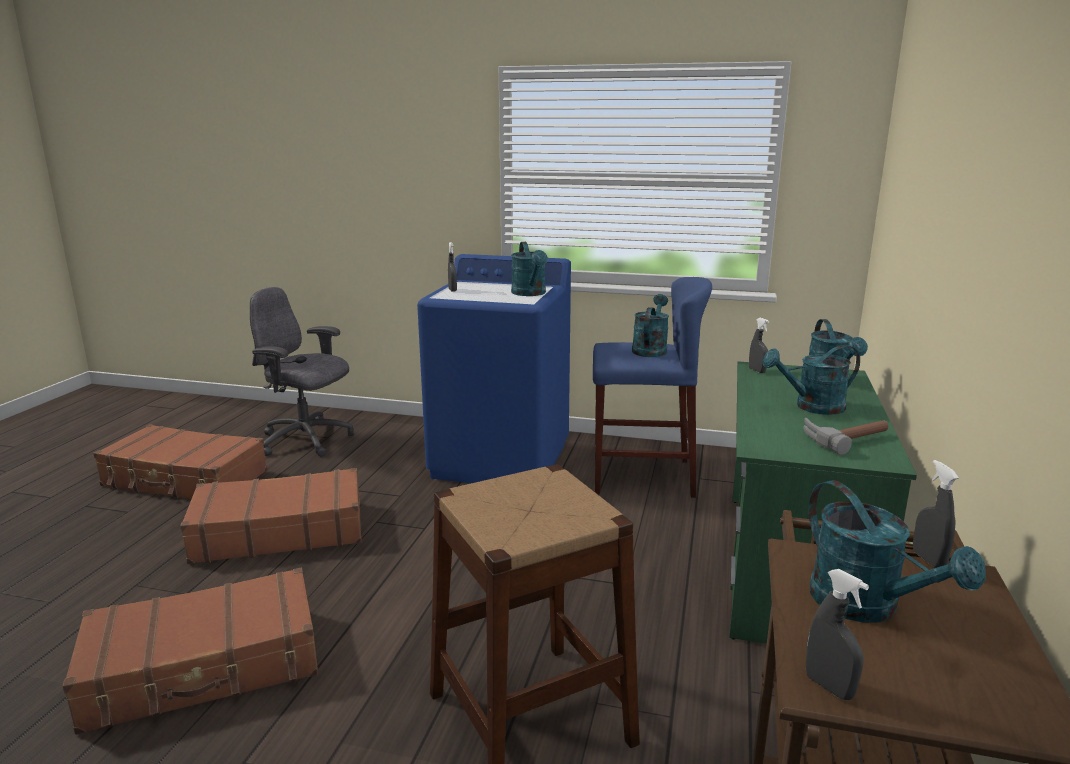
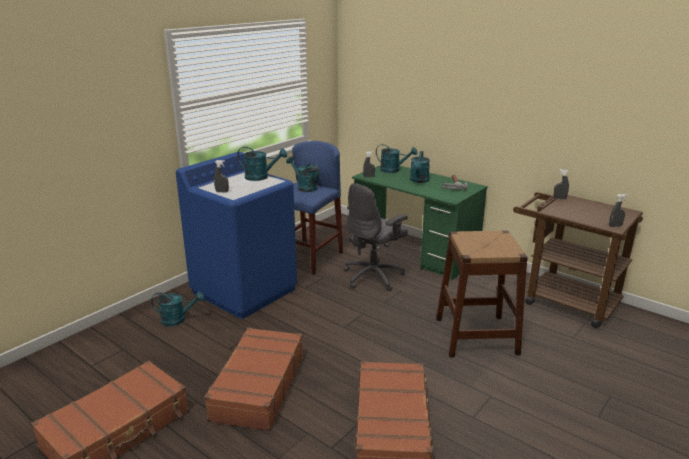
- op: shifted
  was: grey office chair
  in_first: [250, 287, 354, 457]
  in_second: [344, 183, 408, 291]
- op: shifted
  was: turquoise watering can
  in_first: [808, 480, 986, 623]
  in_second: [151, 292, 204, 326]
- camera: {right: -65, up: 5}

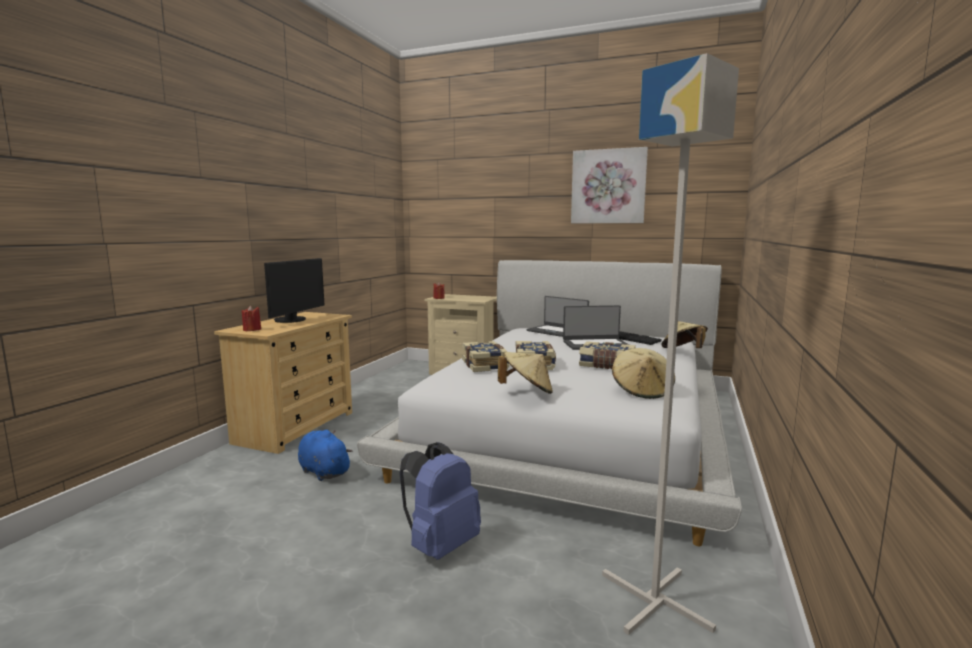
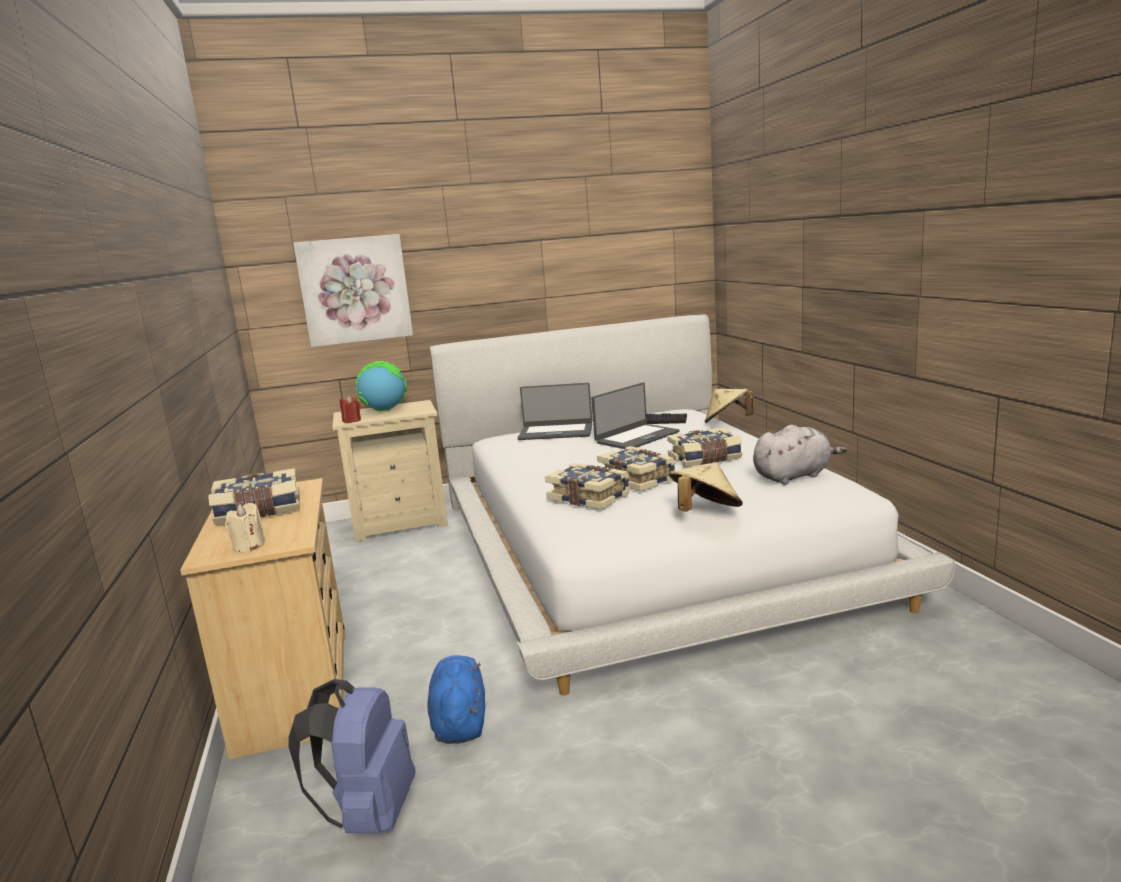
- op: gone
  was: grey floor lamp
  in_first: [602, 53, 739, 635]
- op: new
  now: globe
  in_second: [356, 361, 407, 411]
- op: shifted
  was: blue backpack
  in_first: [399, 442, 481, 560]
  in_second: [288, 679, 416, 834]
- op: shifted
  was: picture
  in_first: [571, 147, 648, 223]
  in_second: [293, 234, 413, 347]
- op: swapped
  was: monitor
  now: book
  in_first: [264, 258, 324, 323]
  in_second: [208, 468, 300, 525]
- op: swapped
  was: beige hat
  now: grey plush toy
  in_first: [612, 348, 675, 399]
  in_second: [753, 425, 847, 485]
- op: repainted
  was: red candle
  now: beige candle
  in_first: [242, 305, 261, 331]
  in_second: [225, 503, 266, 552]
- op: rotated
  was: blue plush toy
  in_first: [298, 430, 353, 481]
  in_second: [427, 655, 485, 744]
  clockwise: 75
- camera: {right: -35, up: 5}

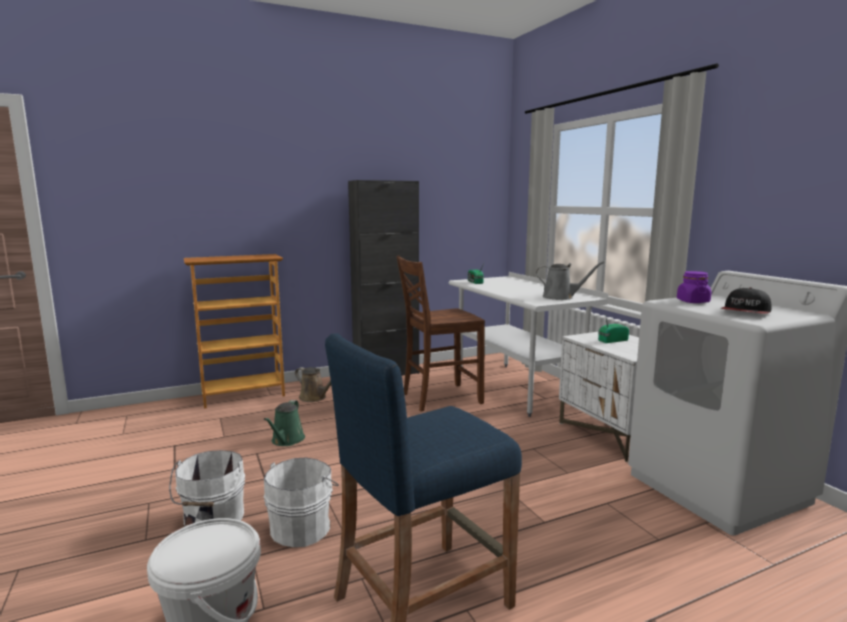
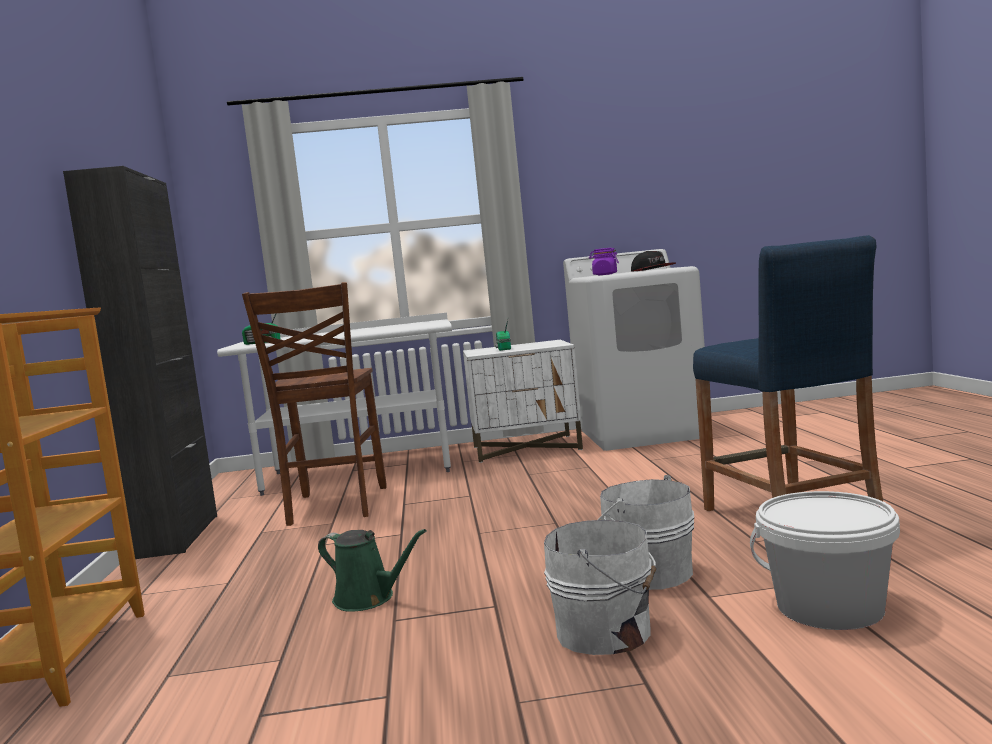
- op: gone
  was: brown watering can
  in_first: [295, 367, 331, 402]
- op: gone
  was: grey watering can
  in_first: [536, 261, 604, 300]
- camera: {right: -70, up: -5}

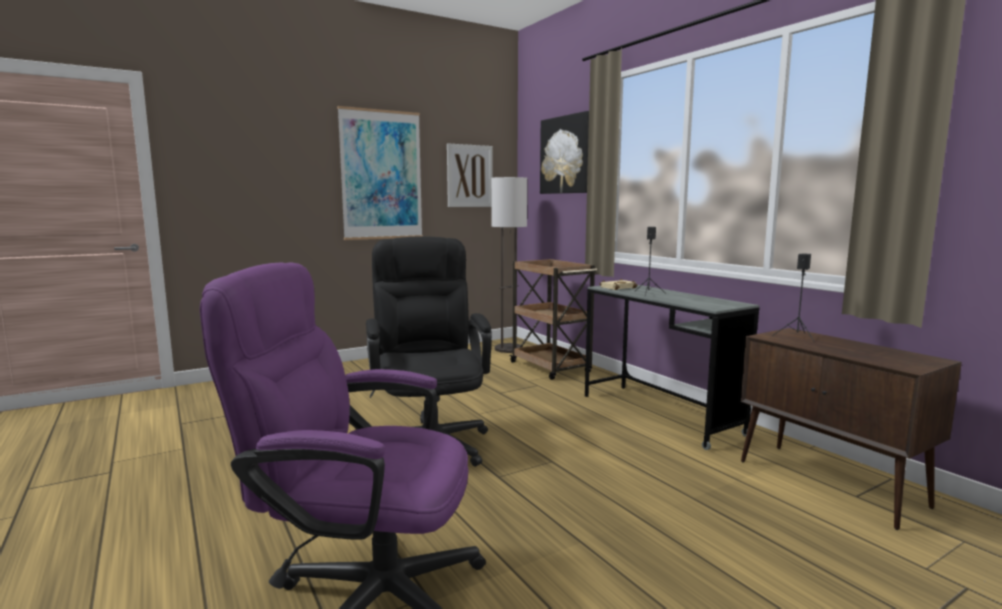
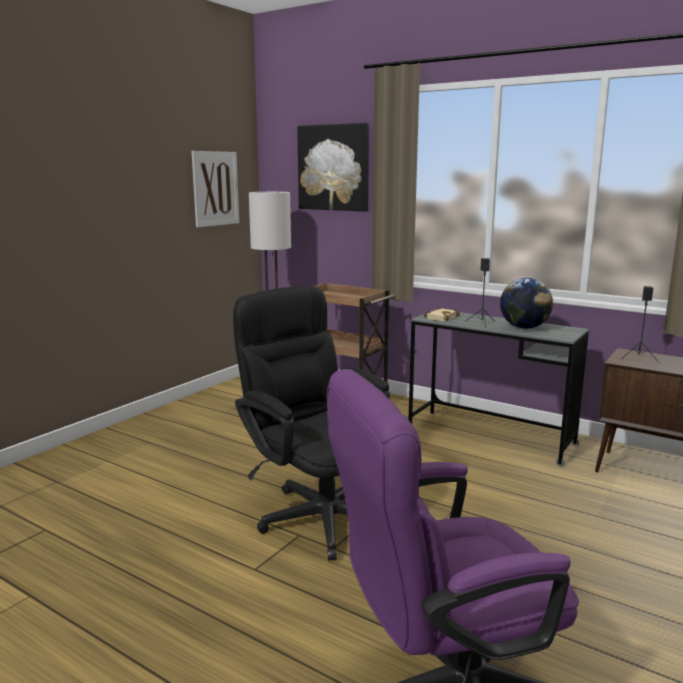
- op: gone
  was: picture
  in_first: [337, 106, 423, 240]
- op: new
  now: globe
  in_second: [500, 278, 553, 329]
- camera: {right: -25, up: 5}

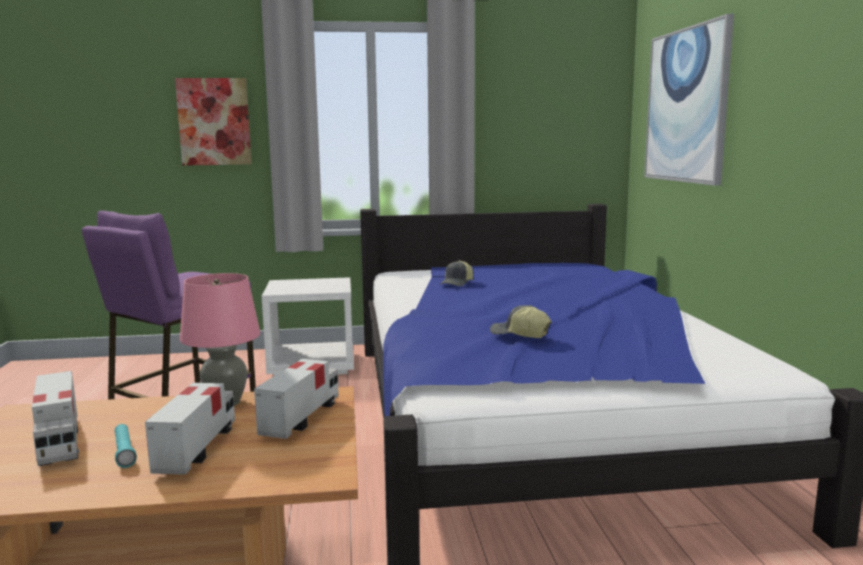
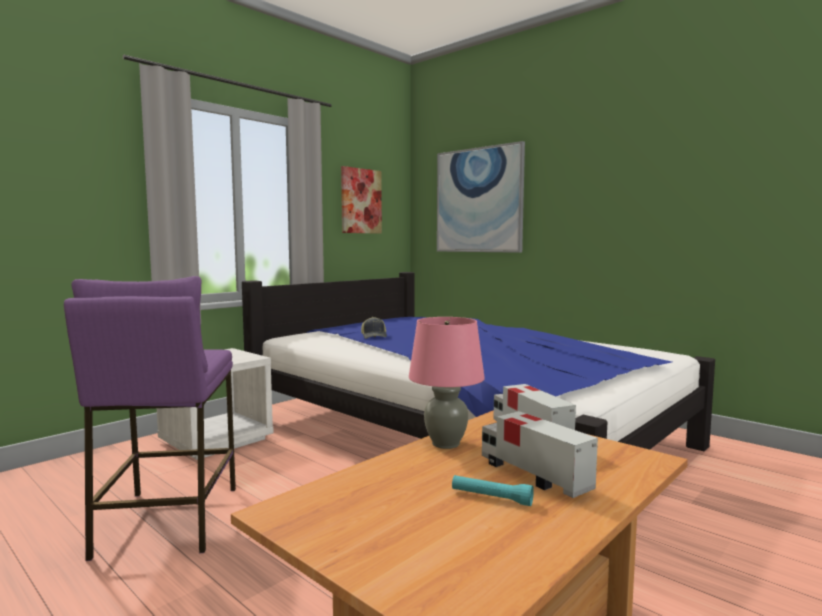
- op: gone
  was: toy truck
  in_first: [32, 371, 79, 466]
- op: gone
  was: cap
  in_first: [490, 305, 551, 338]
- op: shifted
  was: picture
  in_first: [175, 78, 252, 166]
  in_second: [341, 166, 382, 234]
- camera: {right: -40, up: -5}

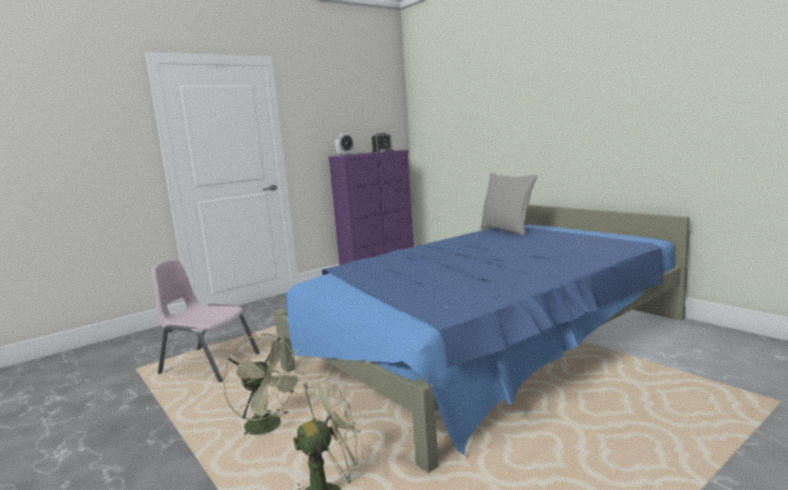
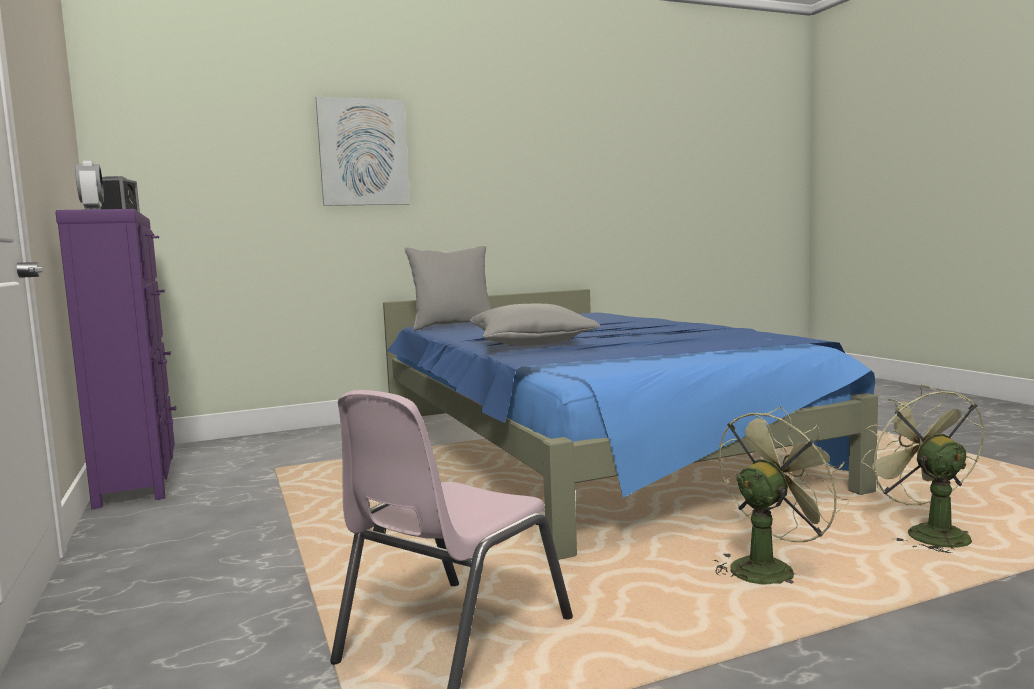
- op: new
  now: picture
  in_second: [316, 97, 410, 206]
- op: new
  now: grey pillow
  in_second: [470, 304, 600, 346]
- camera: {right: -75, up: -5}

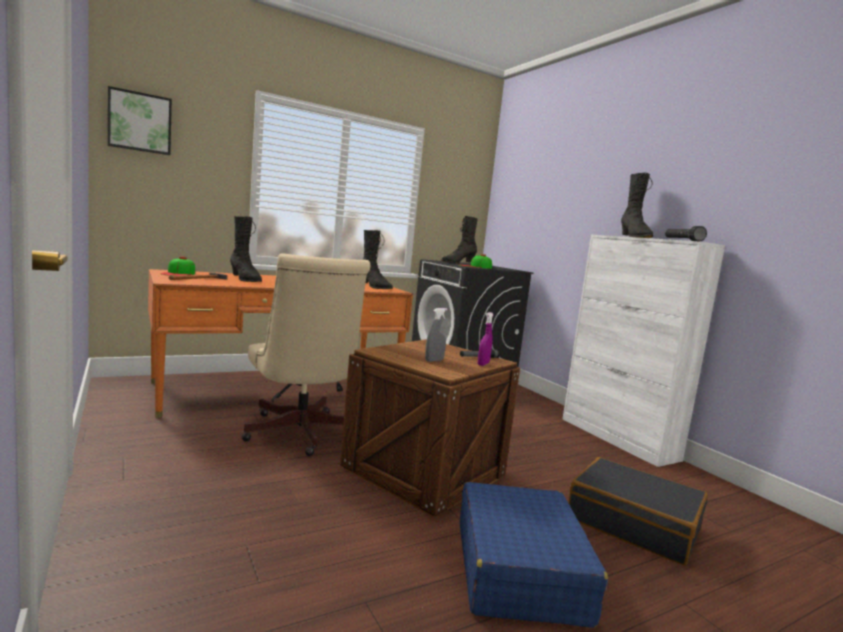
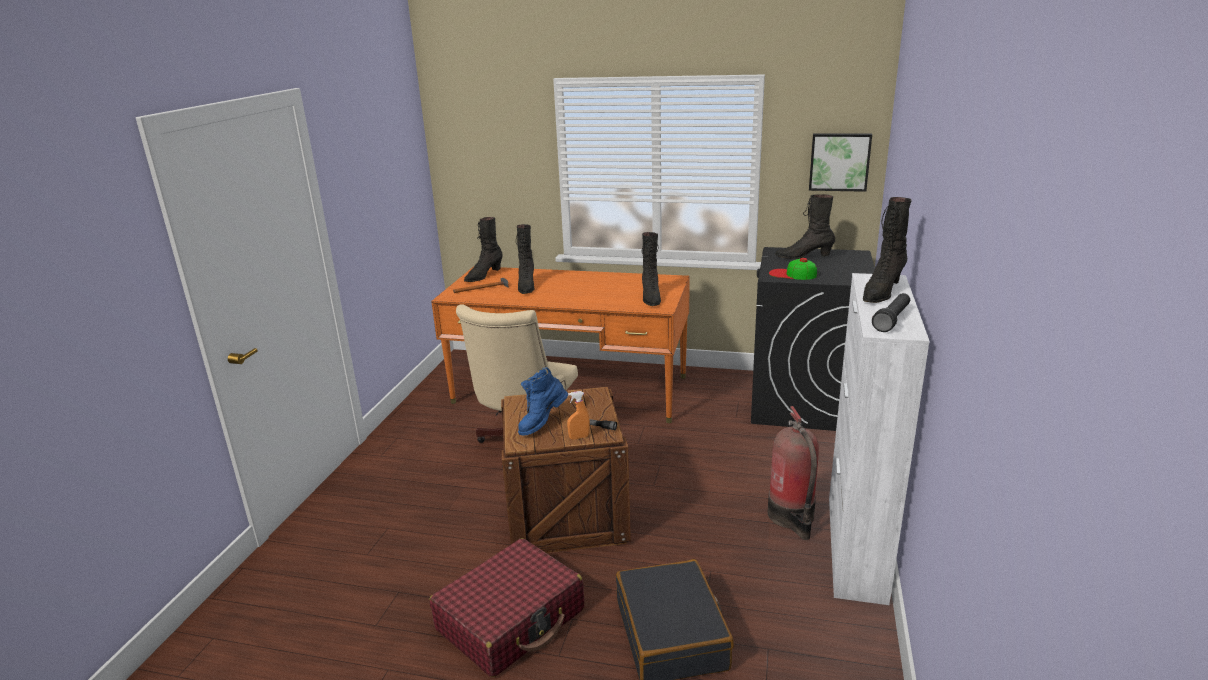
- op: new
  now: fire extinguisher
  in_second: [768, 406, 819, 540]
- op: shifted
  was: picture
  in_first: [108, 86, 172, 155]
  in_second: [809, 133, 872, 192]
- op: swapped
  was: cap
  now: black boot
  in_first: [160, 257, 195, 276]
  in_second: [464, 217, 503, 282]
- op: swapped
  was: grey spray bottle
  now: blue boot
  in_first: [425, 308, 448, 362]
  in_second: [518, 367, 568, 435]
- op: repainted
  was: blue suitcase
  now: red suitcase
  in_first: [460, 482, 608, 628]
  in_second: [429, 538, 584, 677]
- op: repainted
  was: purple spray bottle
  now: orange spray bottle
  in_first: [478, 312, 493, 366]
  in_second: [567, 391, 590, 440]
- camera: {right: 45, up: 15}

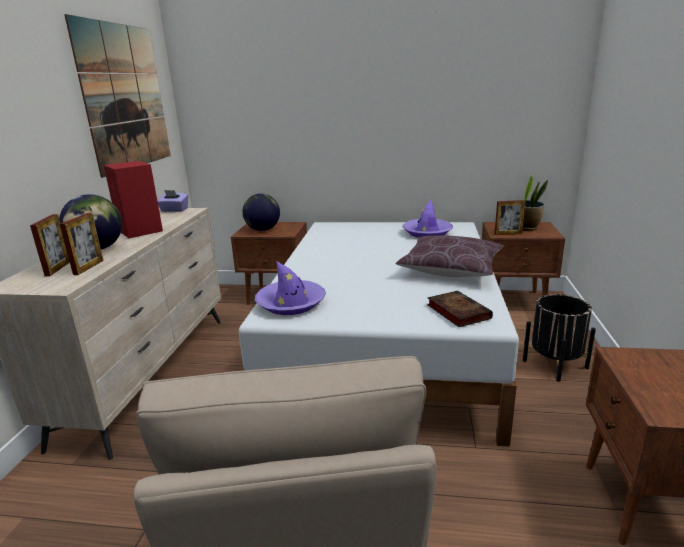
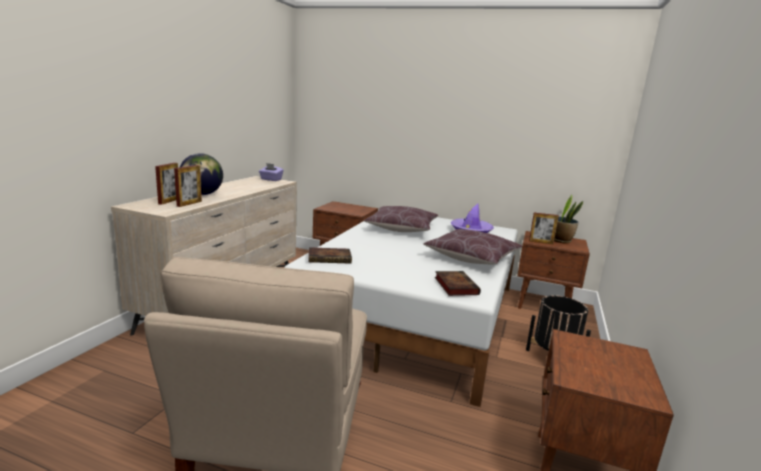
- op: gone
  was: picture
  in_first: [64, 14, 171, 178]
- op: gone
  was: red speaker
  in_first: [104, 161, 163, 238]
- op: gone
  was: globe
  in_first: [242, 193, 280, 231]
- op: new
  now: brown pillow
  in_second: [364, 206, 438, 232]
- op: swapped
  was: purple hat
  now: book
  in_first: [255, 261, 326, 315]
  in_second: [308, 247, 352, 264]
- camera: {right: 10, up: -5}

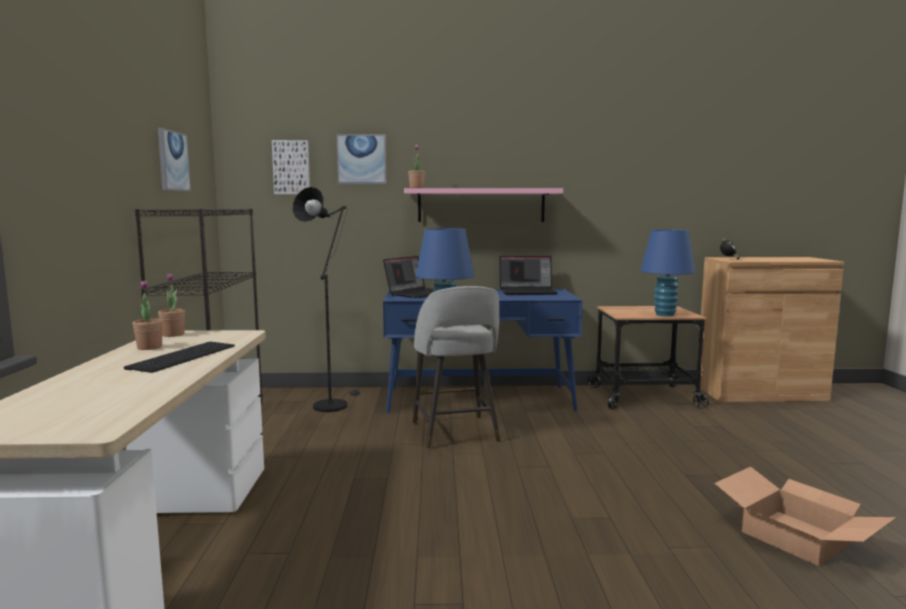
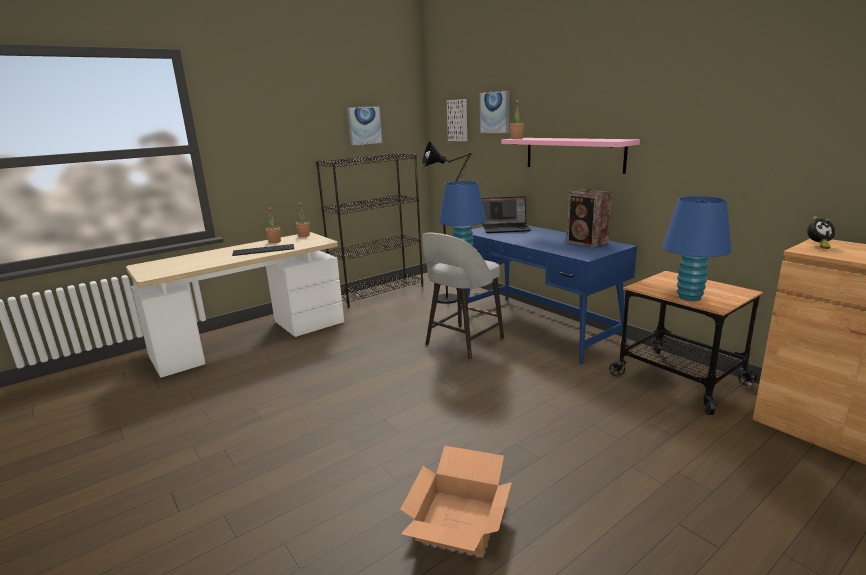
- op: swapped
  was: laptop
  now: speaker
  in_first: [499, 256, 558, 295]
  in_second: [567, 189, 612, 248]
- camera: {right: 55, up: 10}

